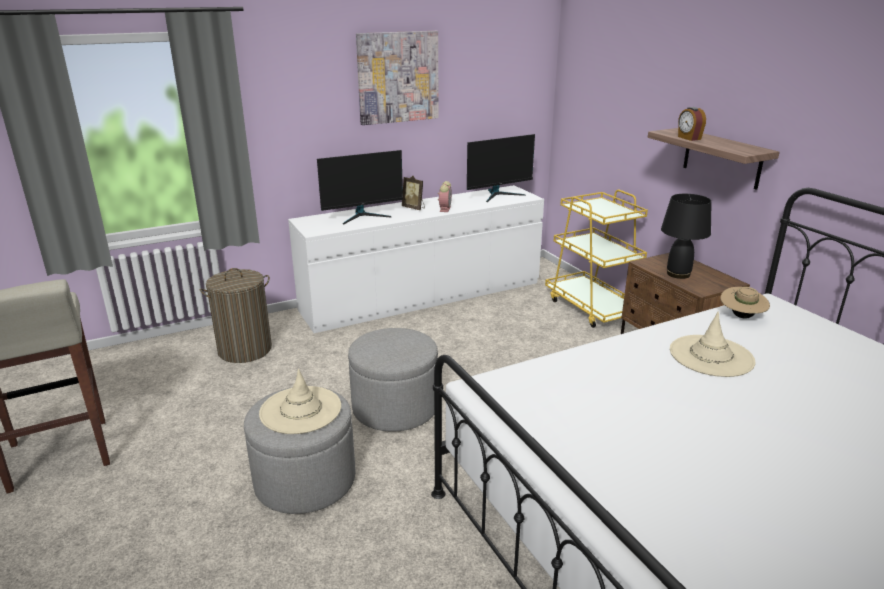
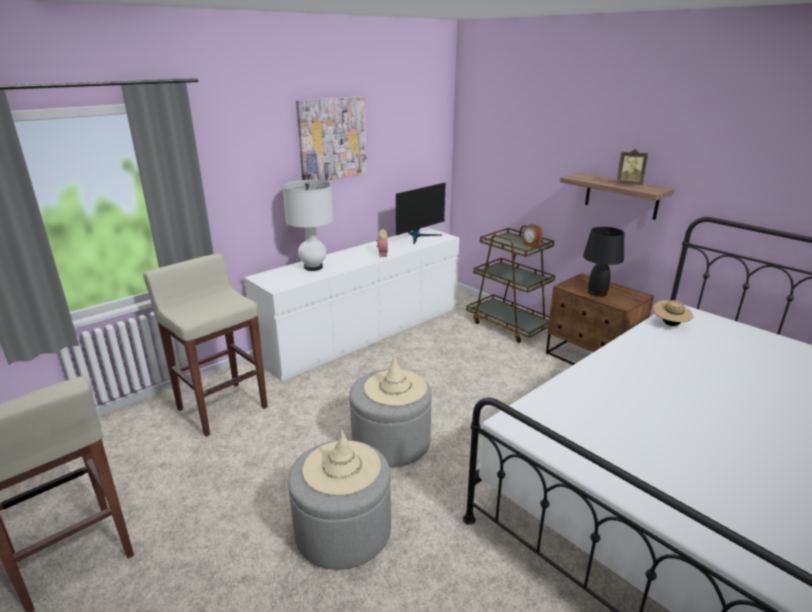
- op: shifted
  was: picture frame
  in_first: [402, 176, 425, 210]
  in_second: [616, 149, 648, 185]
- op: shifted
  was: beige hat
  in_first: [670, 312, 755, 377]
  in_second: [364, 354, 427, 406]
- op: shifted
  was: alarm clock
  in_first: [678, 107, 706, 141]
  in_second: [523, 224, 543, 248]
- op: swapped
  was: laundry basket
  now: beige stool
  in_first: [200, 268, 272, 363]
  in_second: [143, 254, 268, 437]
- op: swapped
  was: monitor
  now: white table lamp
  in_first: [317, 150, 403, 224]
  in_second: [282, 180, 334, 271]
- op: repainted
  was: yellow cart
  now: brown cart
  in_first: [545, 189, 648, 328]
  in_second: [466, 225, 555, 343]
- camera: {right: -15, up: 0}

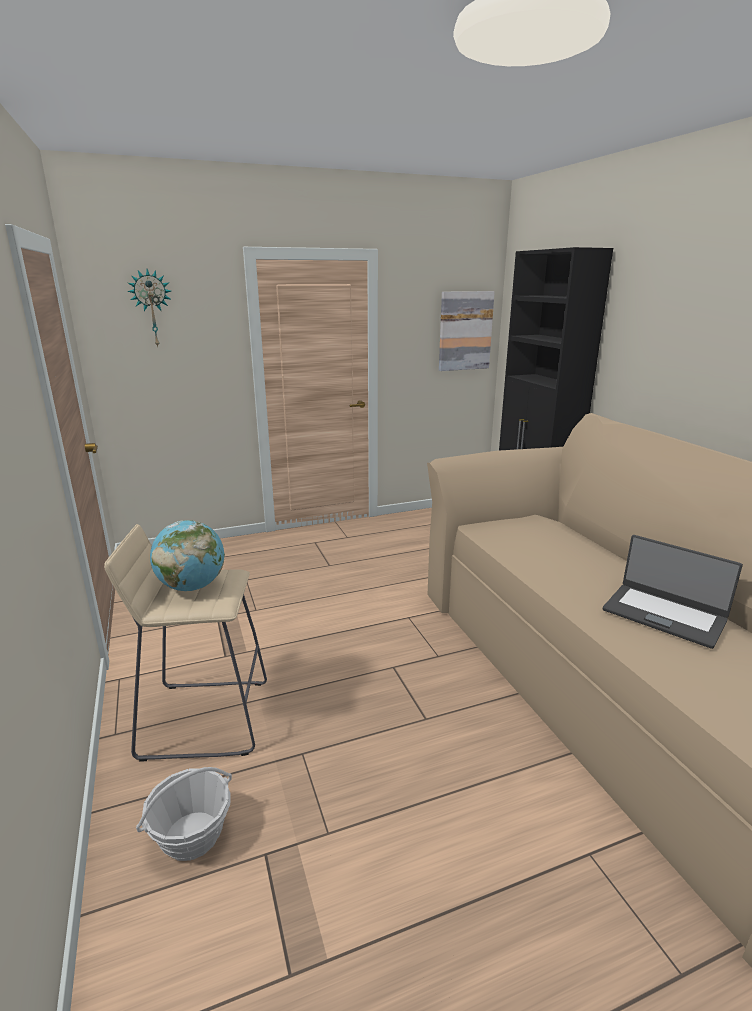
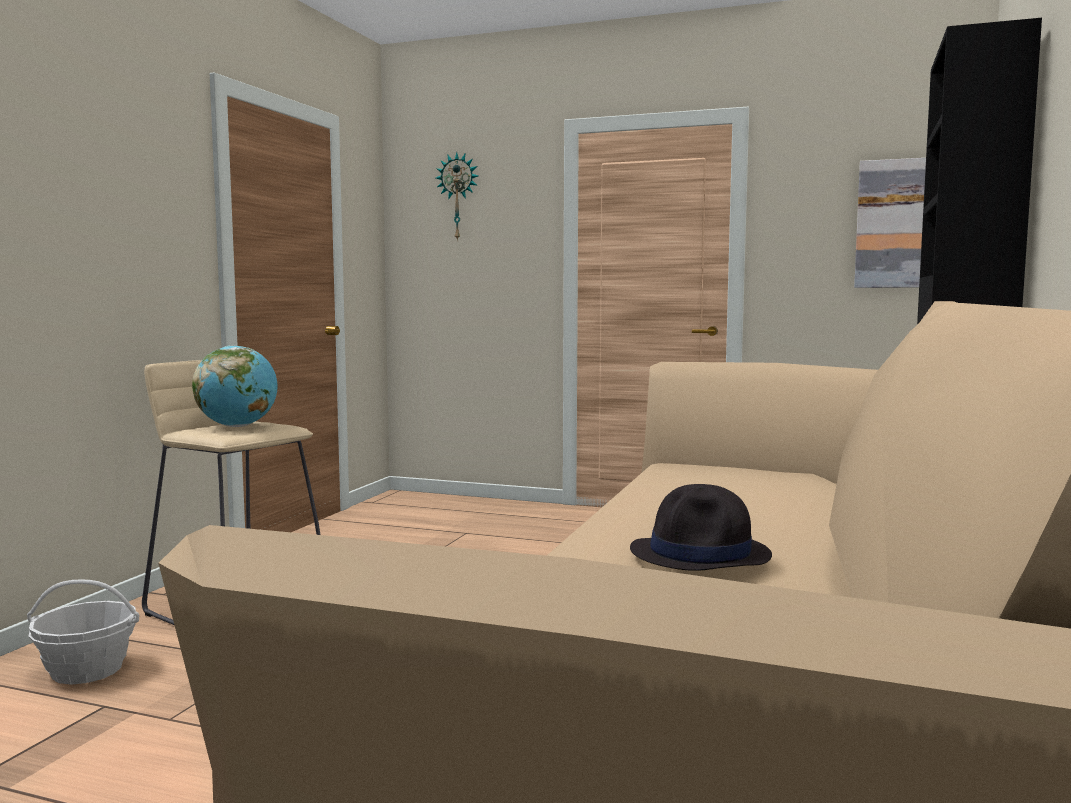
- op: swapped
  was: laptop
  now: black hat
  in_first: [603, 535, 743, 649]
  in_second: [630, 484, 772, 571]
- camera: {right: 40, up: -15}

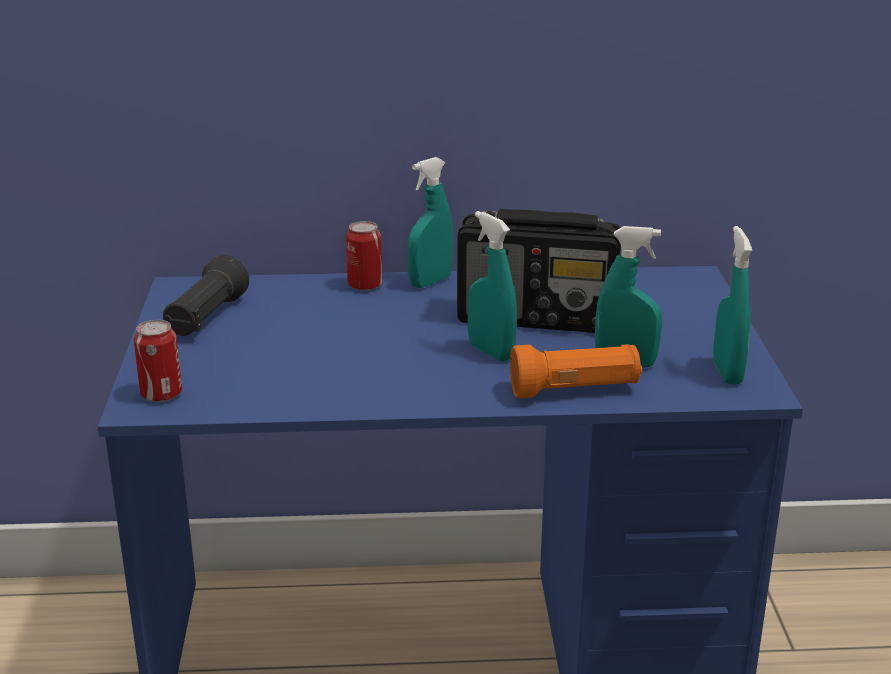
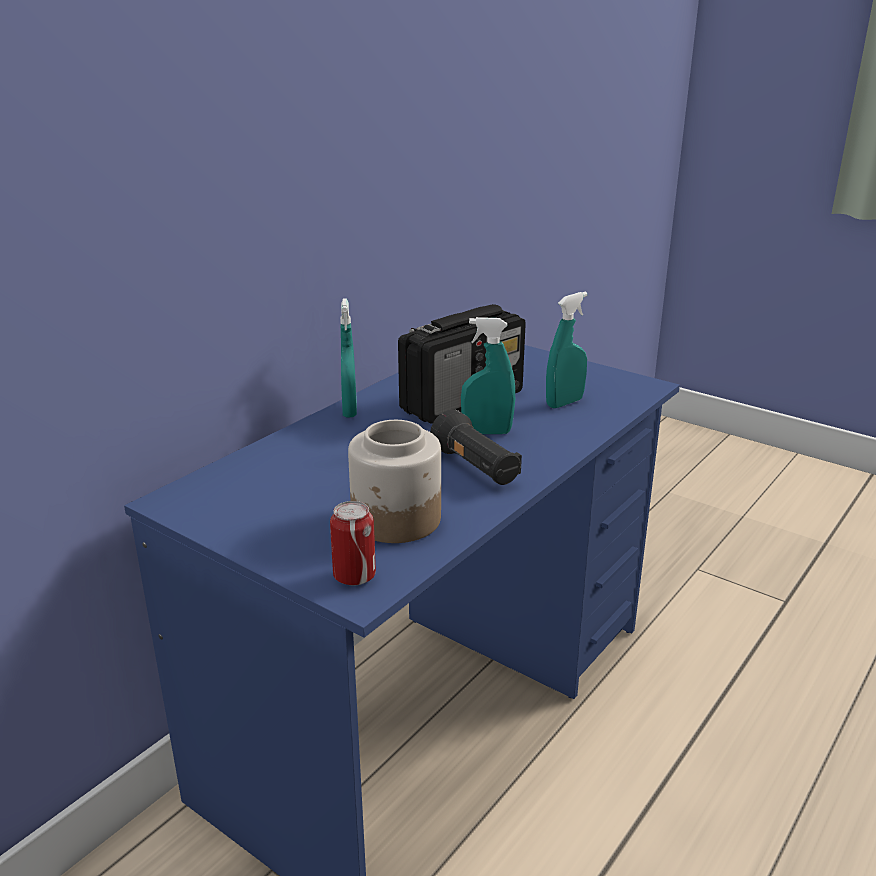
- op: gone
  was: can
  in_first: [346, 221, 382, 291]
- op: gone
  was: orange flashlight
  in_first: [510, 344, 642, 398]
- op: gone
  was: turquoise spray bottle
  in_first: [713, 226, 752, 385]
- op: new
  now: jar
  in_second: [348, 420, 441, 543]
- op: shifted
  was: black flashlight
  in_first: [163, 255, 249, 336]
  in_second: [430, 409, 522, 485]
- camera: {right: -50, up: 0}

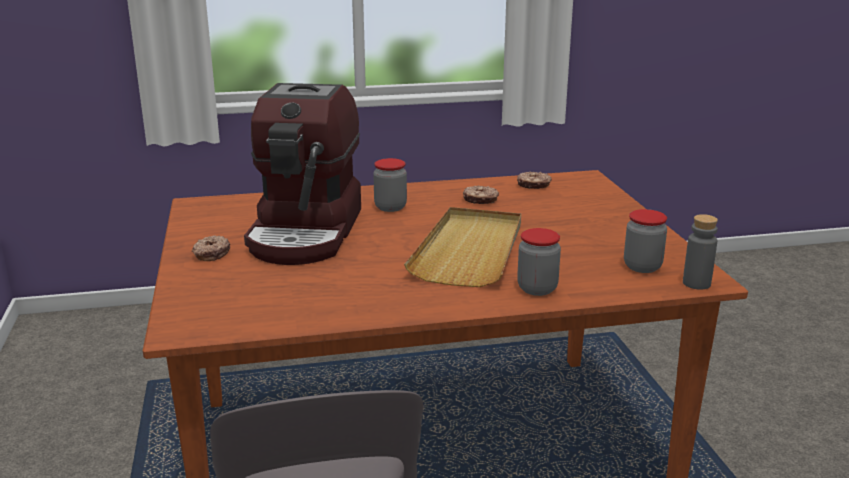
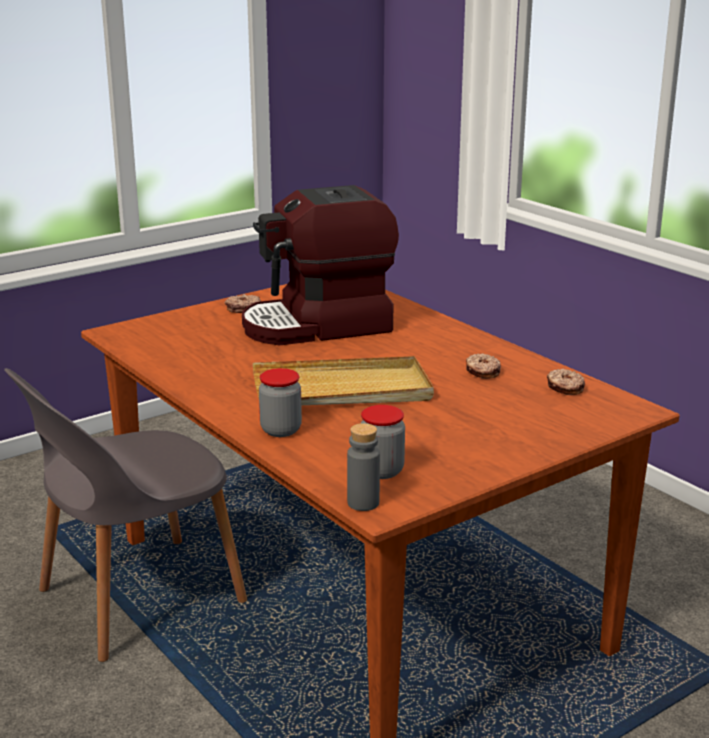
- op: gone
  was: jar
  in_first: [373, 158, 407, 212]
- camera: {right: 65, up: 0}

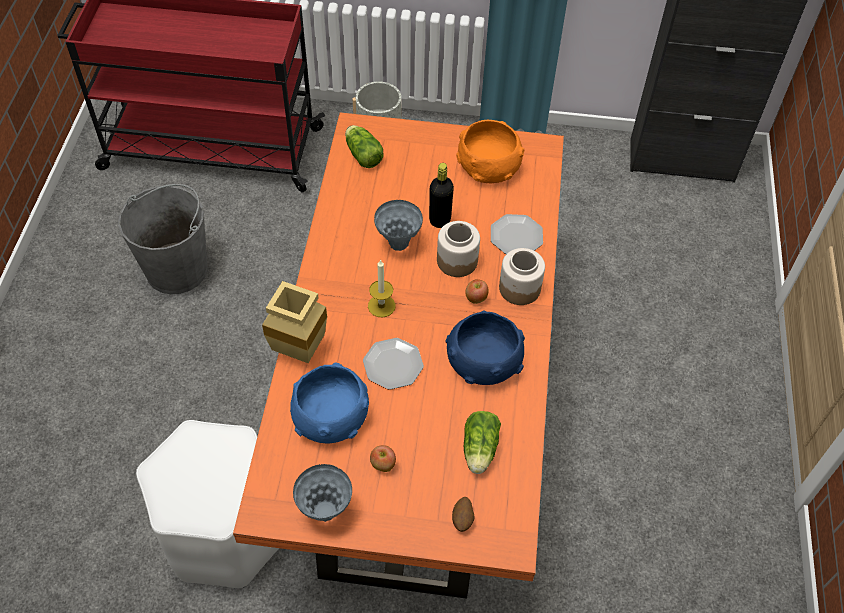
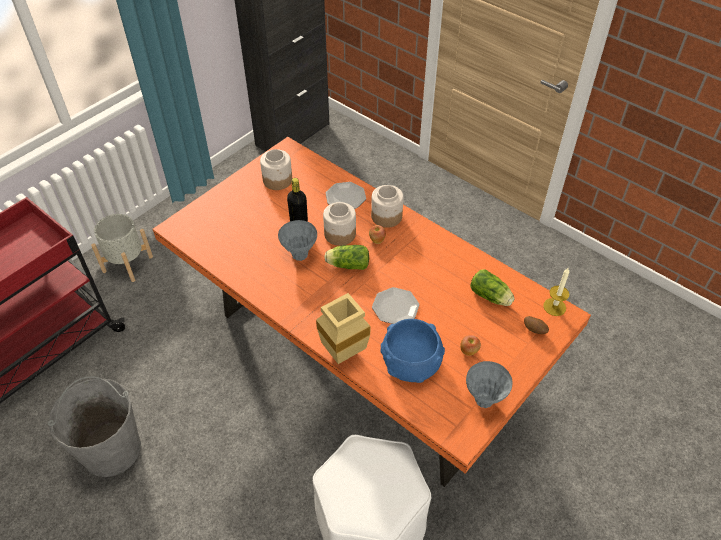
- op: gone
  was: blue bowl
  in_first: [445, 311, 525, 385]
- op: shifted
  was: lettuce
  in_first: [345, 125, 384, 168]
  in_second: [324, 245, 369, 270]
- op: shifted
  was: candle
  in_first: [368, 259, 396, 317]
  in_second: [543, 268, 569, 316]
- op: swapped
  was: orange bowl
  now: jar
  in_first: [456, 120, 524, 184]
  in_second: [260, 149, 292, 190]
- camera: {right: -55, up: -5}

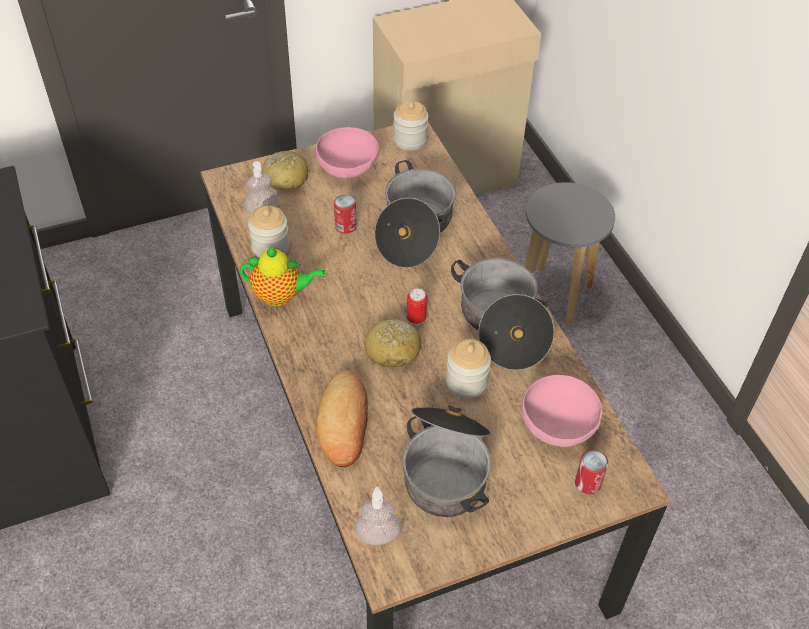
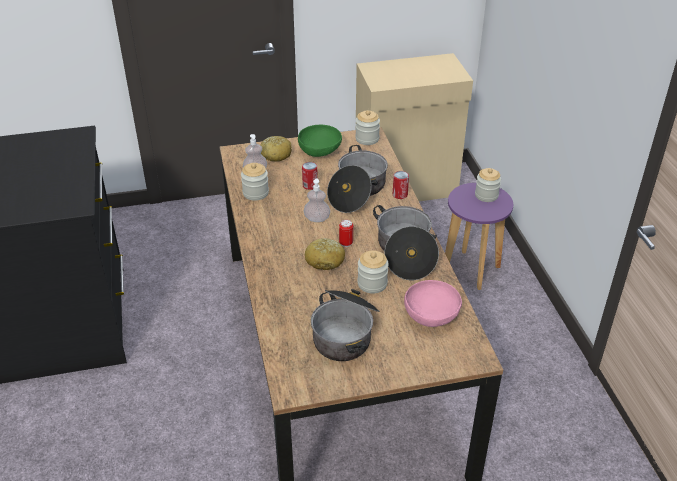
- op: gone
  was: teapot
  in_first: [240, 247, 326, 306]
- op: gone
  was: bread
  in_first: [316, 370, 368, 467]
- op: new
  now: jar
  in_second: [475, 168, 501, 202]
- op: shifted
  was: soap dispenser
  in_first: [354, 486, 401, 545]
  in_second: [304, 179, 330, 222]
- op: shifted
  was: can
  in_first: [575, 450, 608, 494]
  in_second: [393, 171, 409, 199]
- op: repainted
  was: pink bowl
  now: green bowl
  in_first: [316, 127, 379, 178]
  in_second: [298, 125, 342, 157]
- op: repainted
  was: grey stool
  now: purple stool
  in_first: [525, 182, 615, 325]
  in_second: [445, 183, 513, 290]
- camera: {right: 10, up: -10}

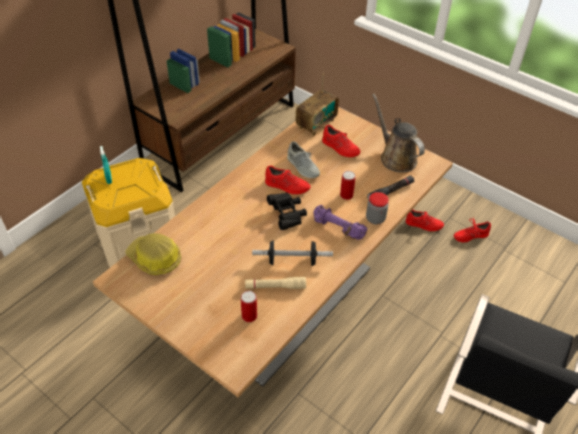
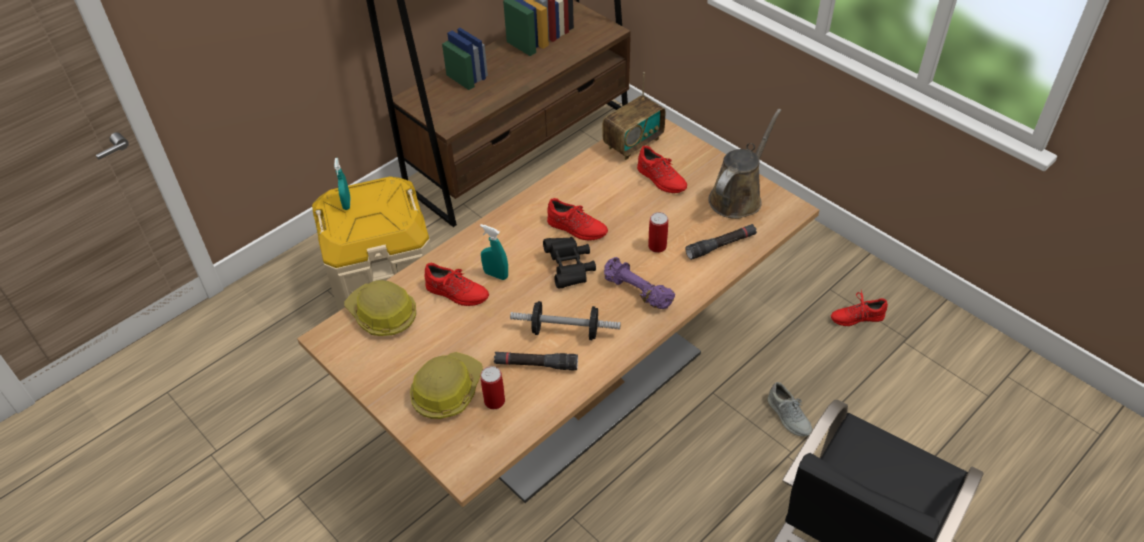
- op: gone
  was: jar
  in_first: [366, 192, 389, 225]
- op: new
  now: hard hat
  in_second: [410, 352, 483, 419]
- op: new
  now: turquoise spray bottle
  in_second: [480, 224, 508, 280]
- op: shifted
  was: grey shoe
  in_first: [287, 142, 320, 178]
  in_second: [767, 382, 812, 437]
- op: shifted
  was: red shoe
  in_first: [406, 209, 444, 231]
  in_second: [425, 263, 489, 306]
- op: repainted
  was: beige flashlight
  now: black flashlight
  in_first: [245, 277, 306, 289]
  in_second: [494, 352, 578, 371]
- op: rotated
  was: brown watering can
  in_first: [372, 94, 425, 172]
  in_second: [708, 109, 781, 219]
  clockwise: 60
- camera: {right: 10, up: 0}

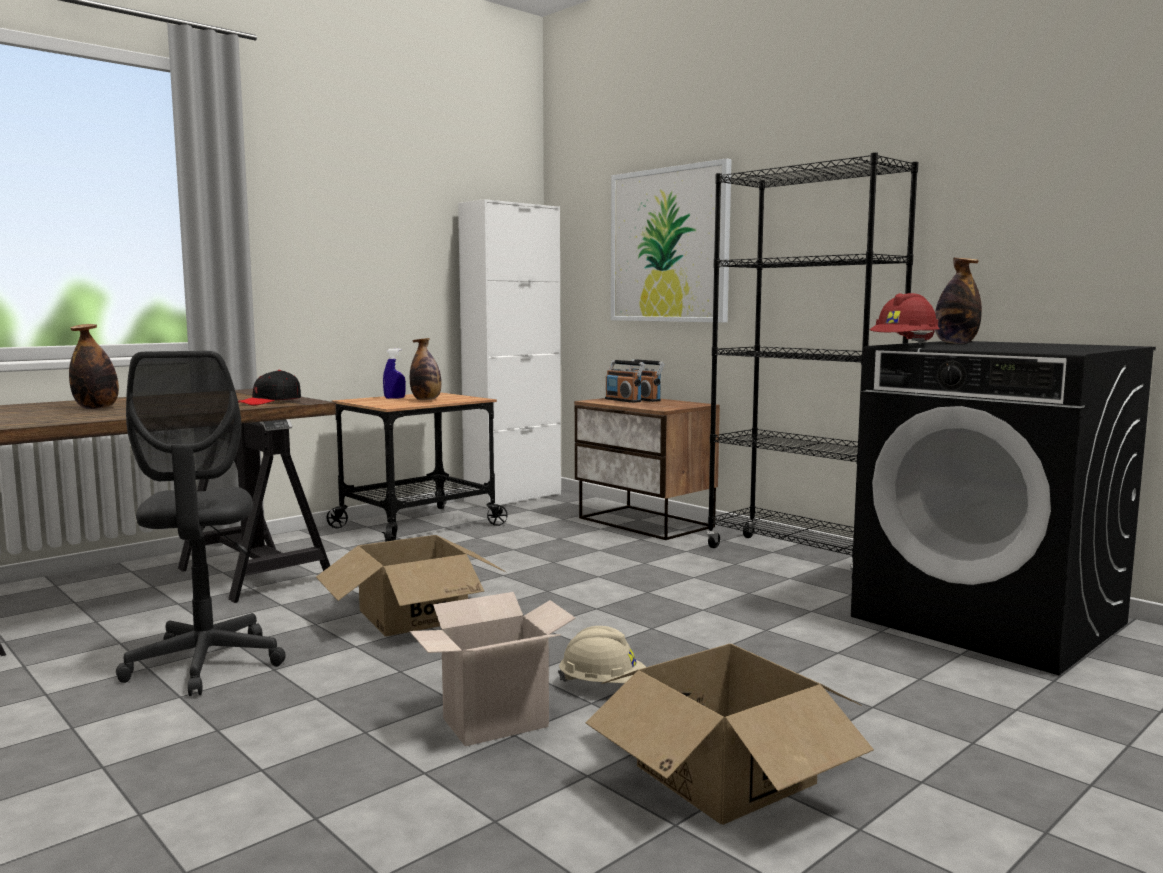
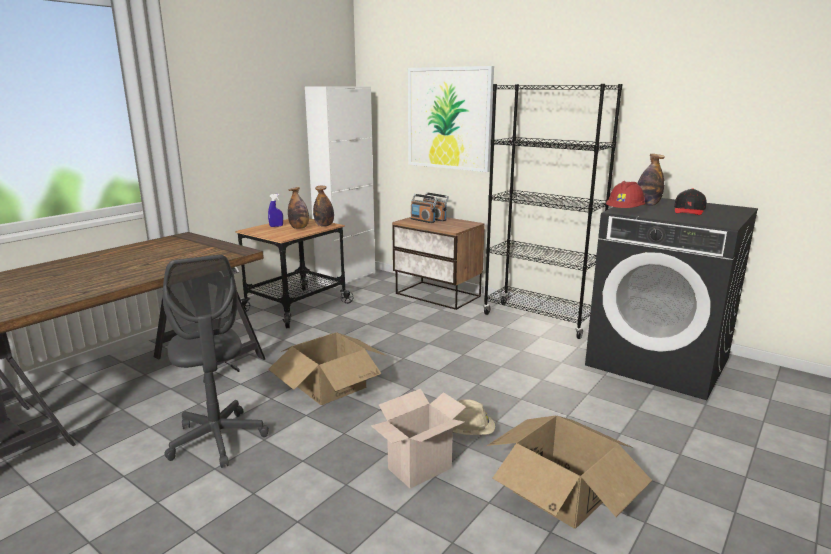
- op: shifted
  was: bottle
  in_first: [69, 324, 119, 409]
  in_second: [313, 186, 334, 227]
- op: shifted
  was: black cap
  in_first: [238, 370, 301, 405]
  in_second: [674, 188, 706, 215]
- camera: {right: -10, up: 10}

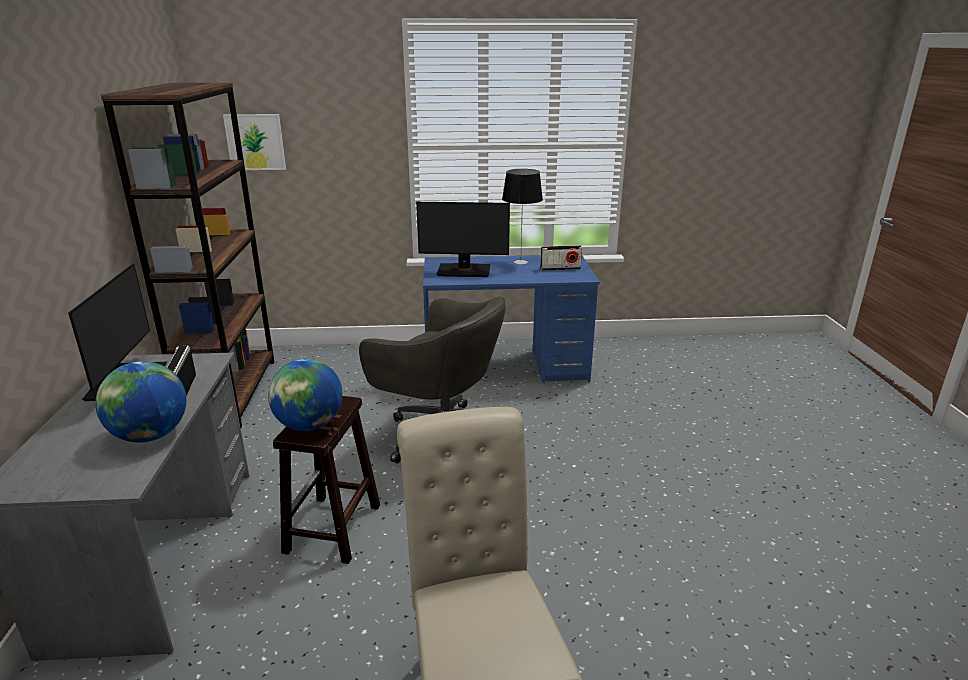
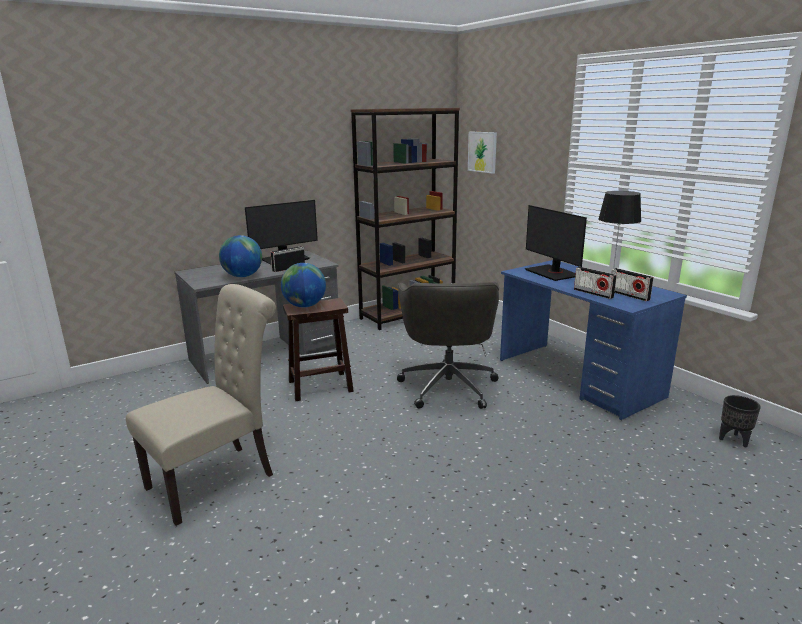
- op: new
  now: radio
  in_second: [574, 267, 617, 299]
- op: new
  now: black planter
  in_second: [719, 395, 761, 448]
- camera: {right: 60, up: -5}

